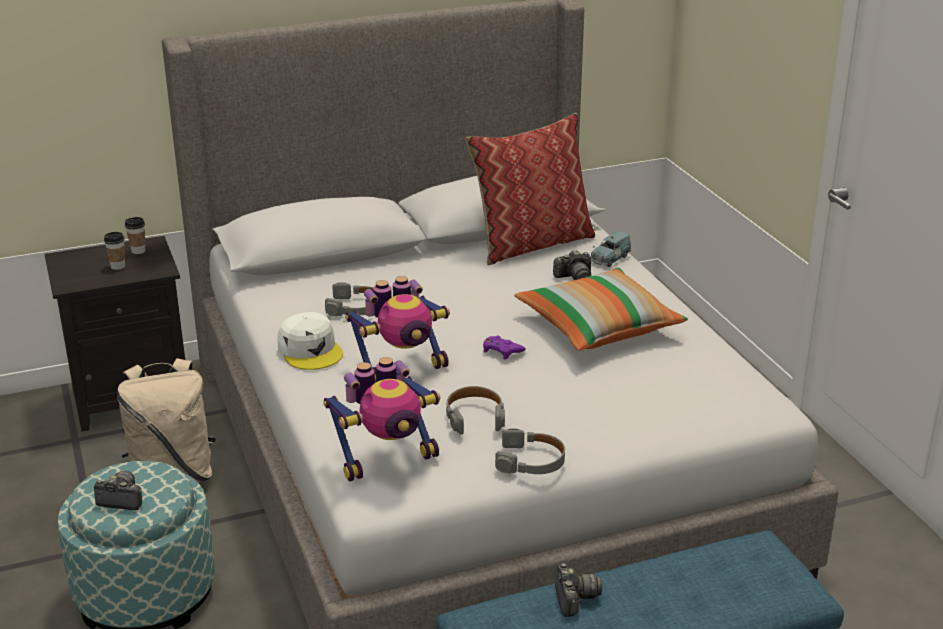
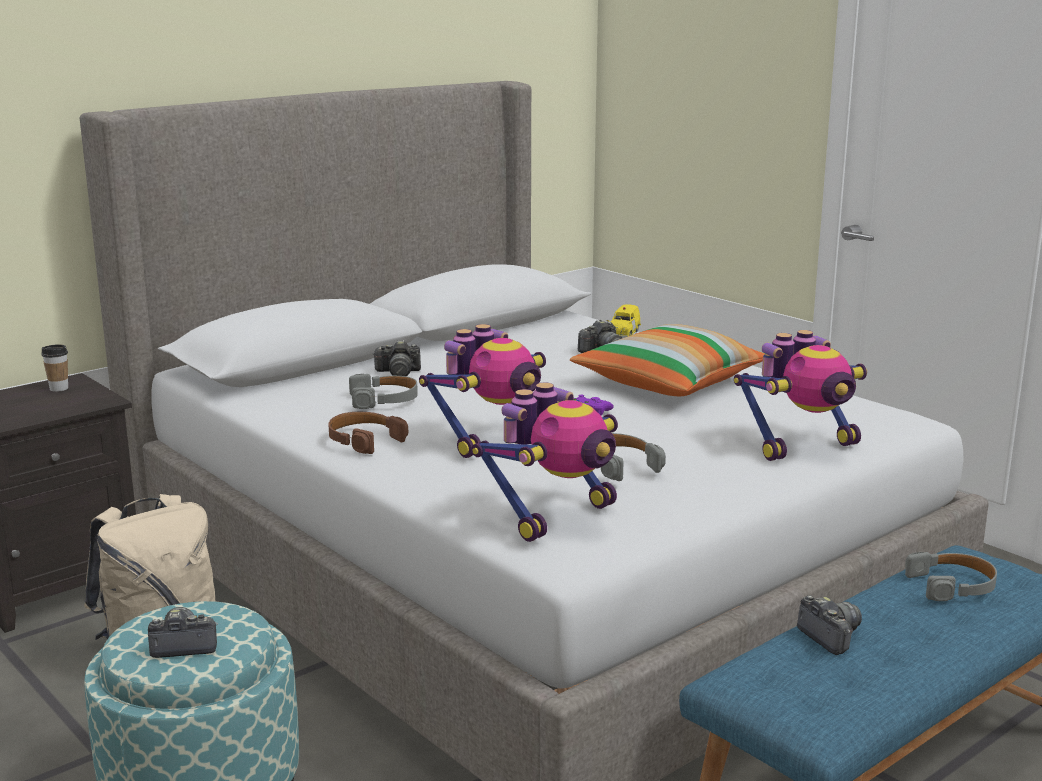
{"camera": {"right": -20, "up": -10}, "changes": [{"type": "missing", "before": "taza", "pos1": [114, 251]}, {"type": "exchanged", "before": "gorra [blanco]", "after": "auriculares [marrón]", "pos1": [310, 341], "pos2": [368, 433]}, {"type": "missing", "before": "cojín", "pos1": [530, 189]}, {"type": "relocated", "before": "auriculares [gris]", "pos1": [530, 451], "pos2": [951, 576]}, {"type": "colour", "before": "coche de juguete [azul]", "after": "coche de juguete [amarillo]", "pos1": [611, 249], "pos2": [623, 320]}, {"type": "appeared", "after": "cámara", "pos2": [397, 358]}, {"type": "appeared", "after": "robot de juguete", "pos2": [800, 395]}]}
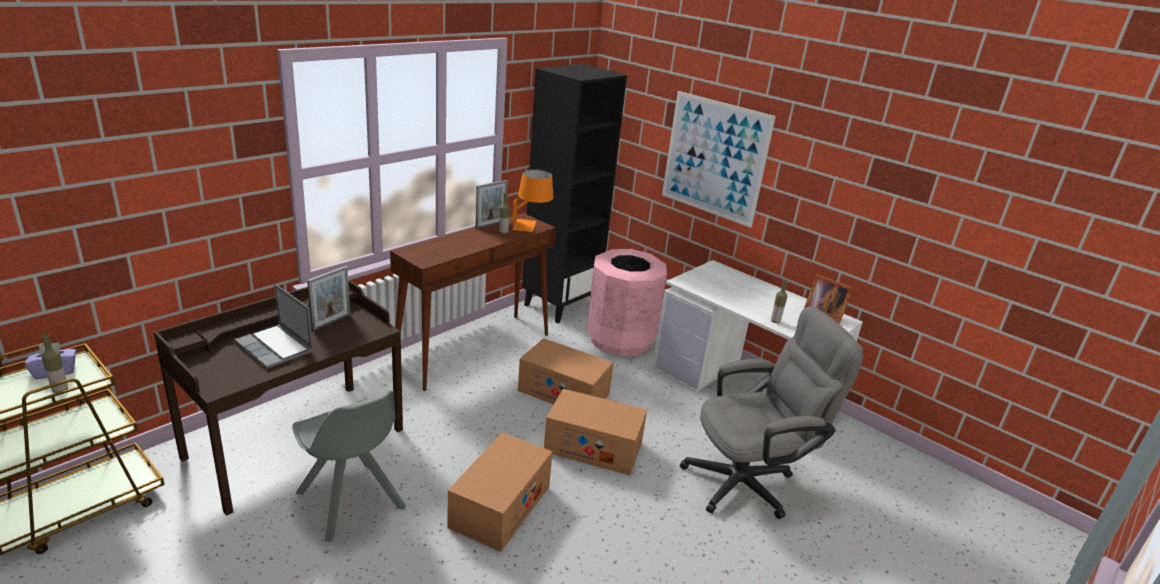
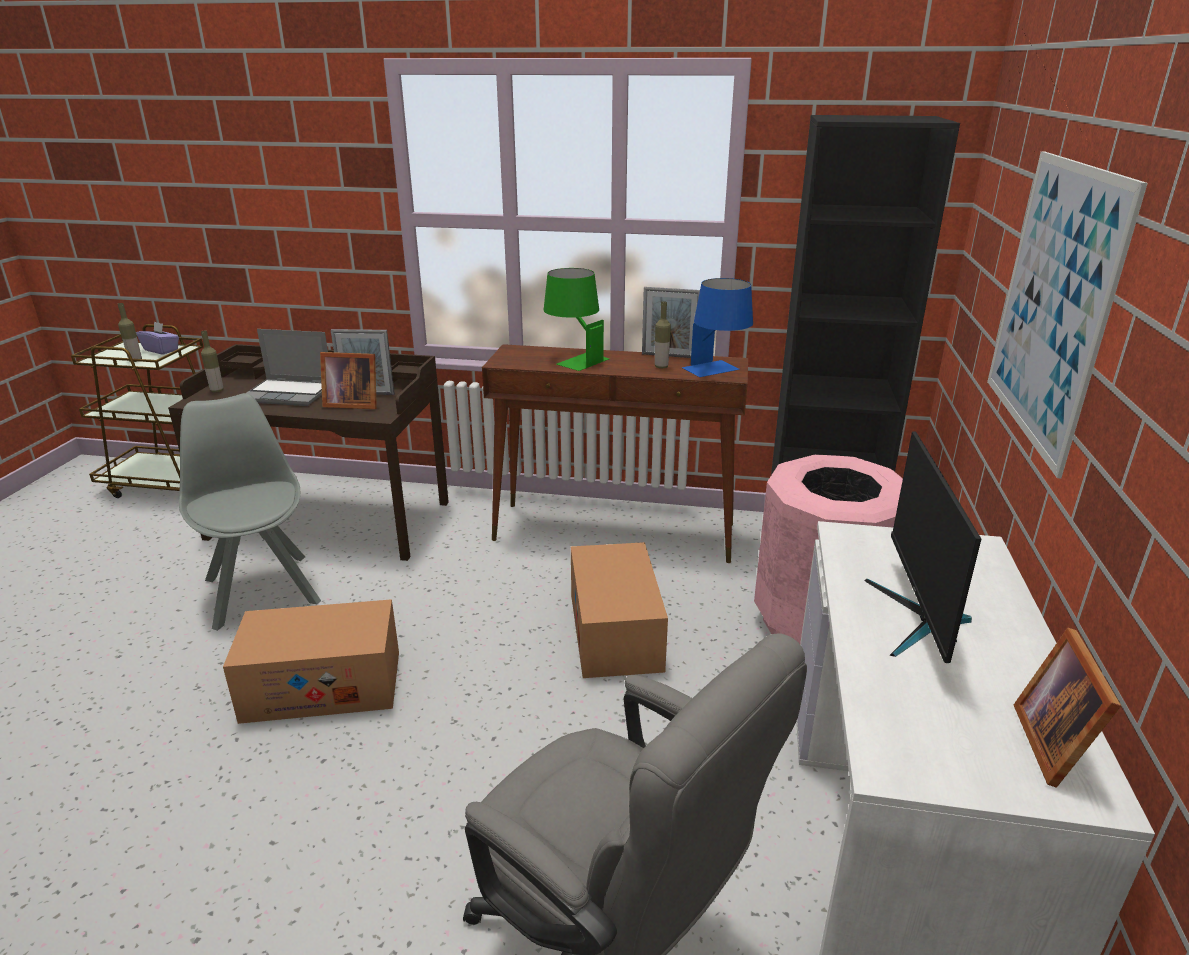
{"camera": {"right": 60, "up": 0}, "changes": [{"type": "spun", "before": "portátil", "pos1": [274, 326], "pos2": [287, 367], "turn": -90}, {"type": "spun", "before": "silla [gris]", "pos1": [349, 466], "pos2": [250, 512], "turn": 135}, {"type": "colour", "before": "lámpara de mesa [naranja]", "after": "lámpara de mesa [azul]", "pos1": [533, 201], "pos2": [717, 327]}, {"type": "missing", "before": "caja de cartón", "pos1": [595, 432]}, {"type": "relocated", "before": "botella", "pos1": [779, 301], "pos2": [212, 361]}, {"type": "appeared", "after": "portarretratos", "pos2": [348, 380]}, {"type": "appeared", "after": "lámpara de mesa [verde]", "pos2": [577, 319]}, {"type": "appeared", "after": "monitor", "pos2": [923, 547]}]}
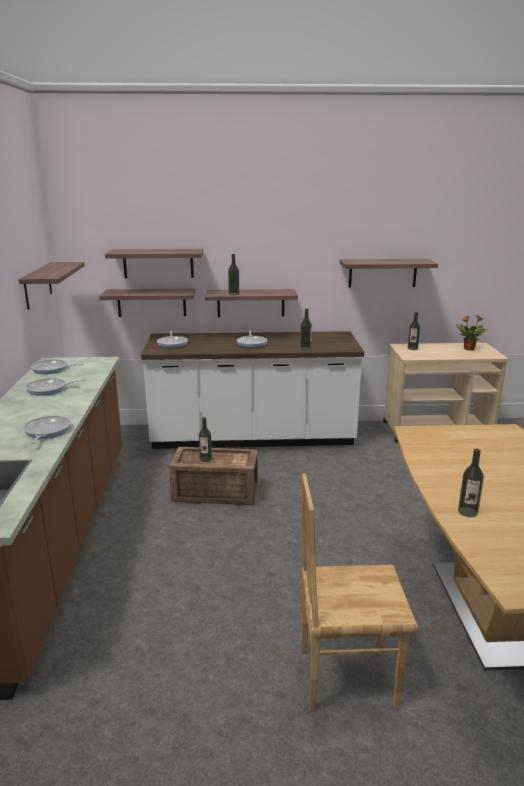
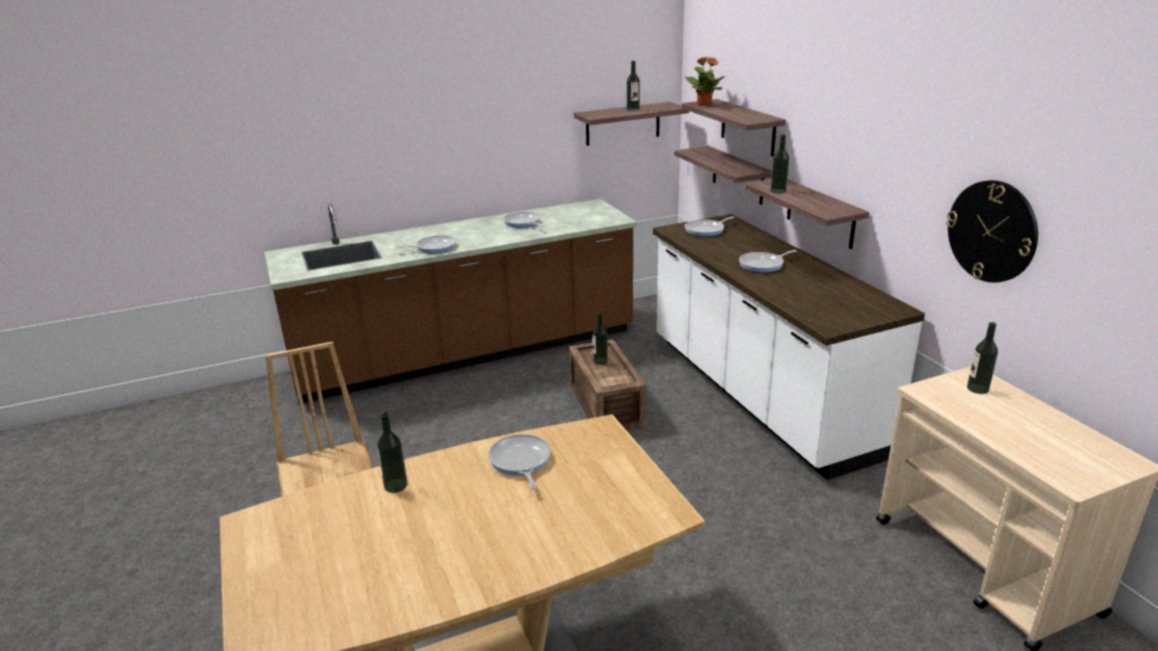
{"camera": {"right": 70, "up": 5}, "changes": [{"type": "relocated", "before": "sartén", "pos1": [57, 366], "pos2": [519, 461]}, {"type": "relocated", "before": "botella", "pos1": [306, 329], "pos2": [633, 86]}, {"type": "exchanged", "before": "estante", "after": "reloj de pared", "pos1": [388, 273], "pos2": [992, 231]}, {"type": "relocated", "before": "planta en maceta", "pos1": [472, 332], "pos2": [705, 81]}]}
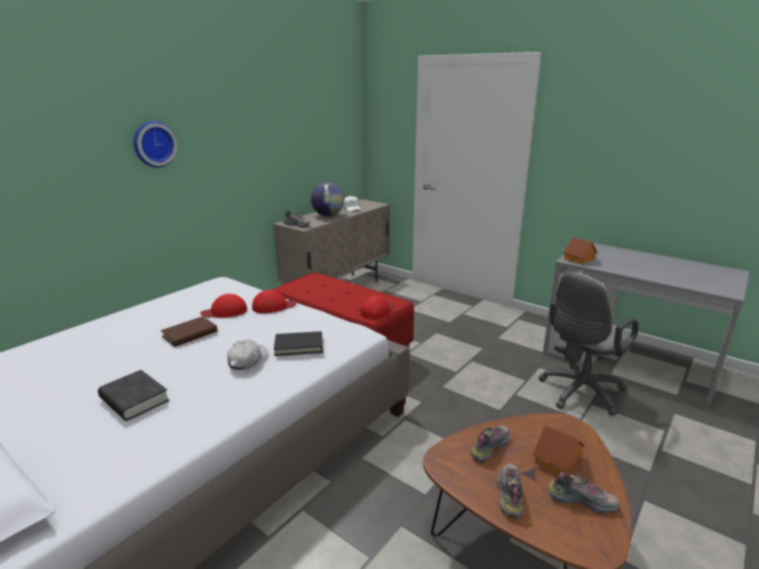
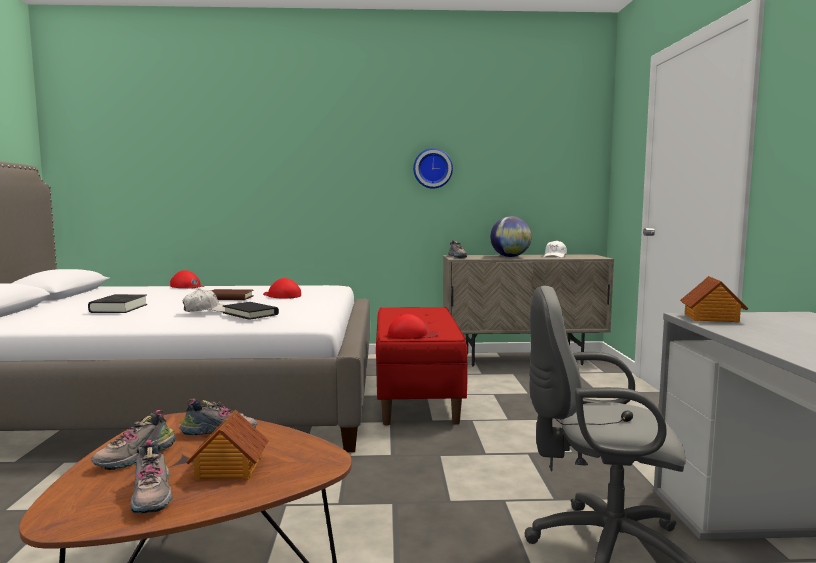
{"camera": {"right": 50, "up": -15}, "changes": [{"type": "relocated", "before": "reloj de pared", "pos1": [155, 144], "pos2": [433, 168]}, {"type": "relocated", "before": "gorra [rojo]", "pos1": [274, 301], "pos2": [187, 279]}, {"type": "spun", "before": "zapato", "pos1": [510, 490], "pos2": [133, 440], "turn": 150}]}
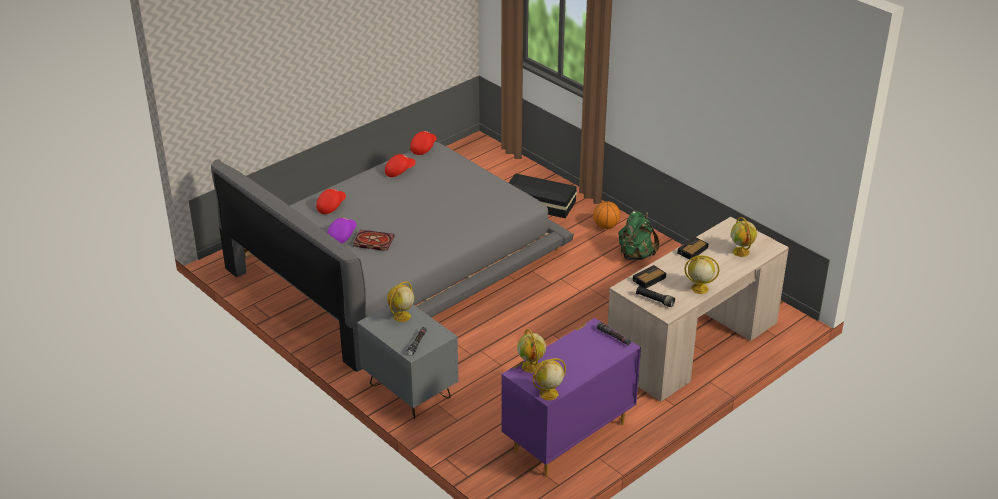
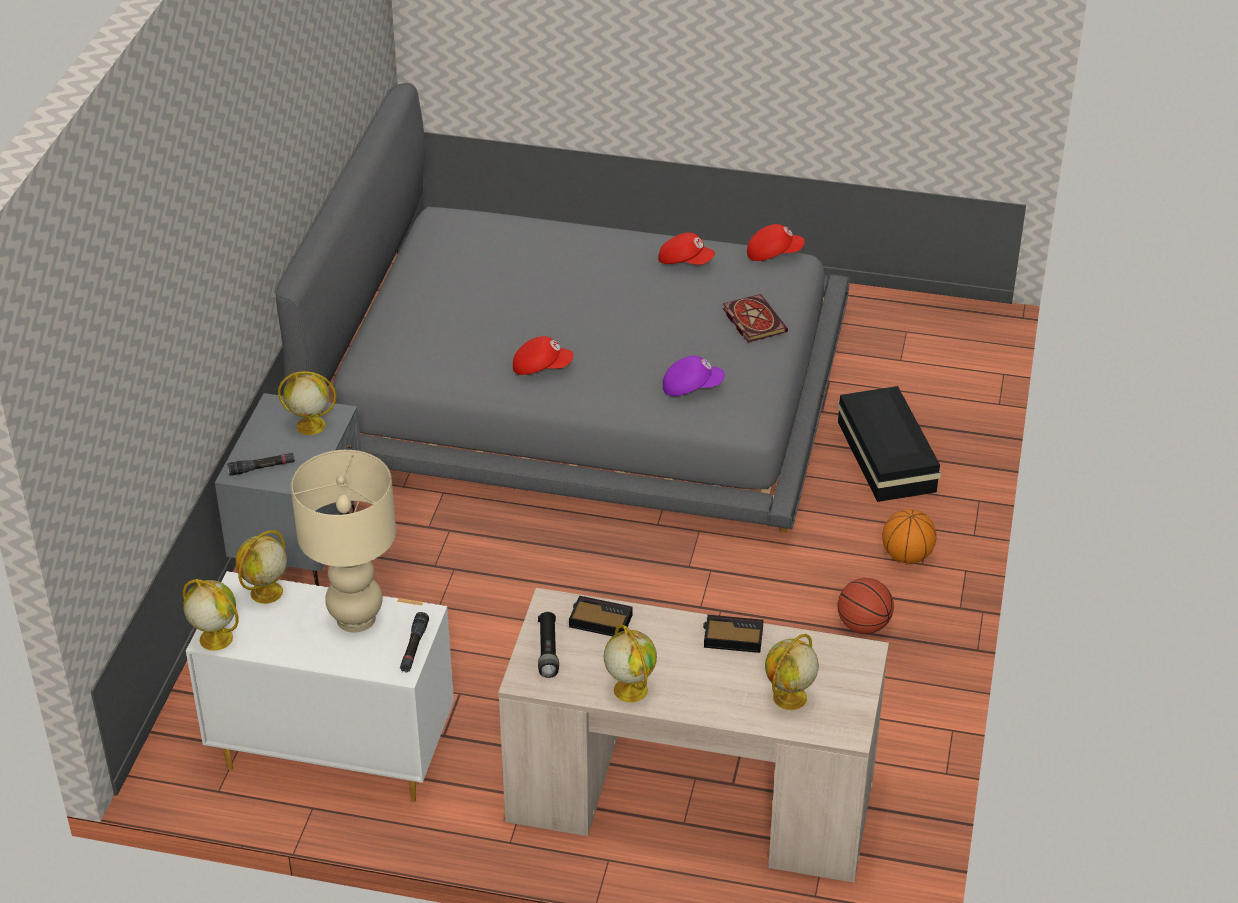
{"camera": {"right": 55, "up": 5}, "changes": [{"type": "relocated", "before": "gorra [rojo]", "pos1": [331, 201], "pos2": [543, 355]}, {"type": "relocated", "before": "gorra [morado]", "pos1": [342, 230], "pos2": [694, 376]}, {"type": "relocated", "before": "libro", "pos1": [374, 240], "pos2": [755, 318]}, {"type": "colour", "before": "cómoda [morado]", "after": "cómoda [blanco]", "pos1": [571, 397], "pos2": [320, 686]}, {"type": "exchanged", "before": "mochila [verde]", "after": "balón de baloncesto", "pos1": [639, 235], "pos2": [865, 606]}, {"type": "appeared", "after": "lámpara de mesa [beis]", "pos2": [343, 541]}]}
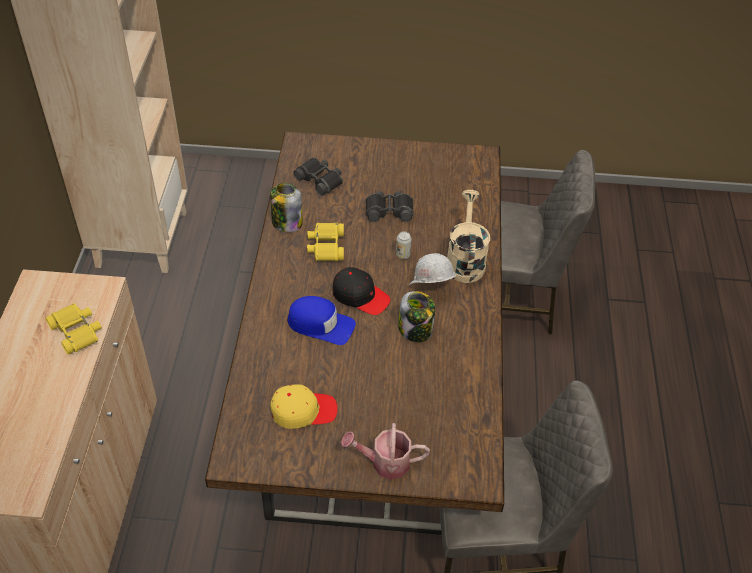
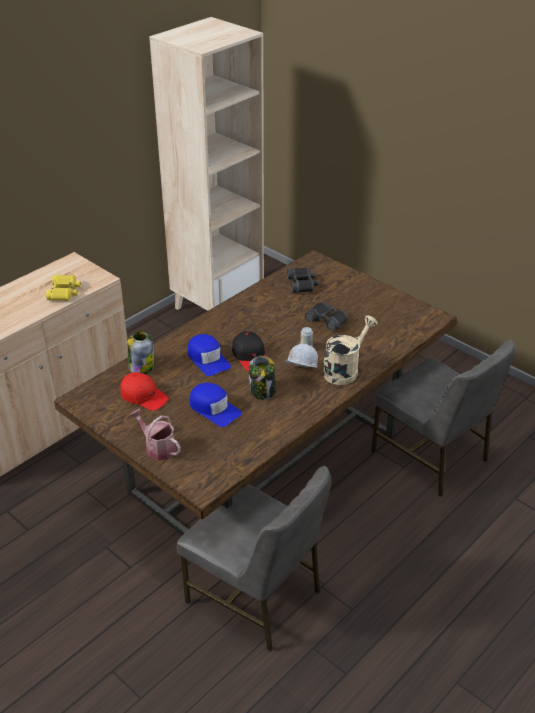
{"camera": {"right": 40, "up": -10}, "changes": [{"type": "relocated", "before": "tarro", "pos1": [286, 207], "pos2": [141, 352]}, {"type": "colour", "before": "gorra [amarillo]", "after": "gorra [rojo]", "pos1": [304, 406], "pos2": [145, 391]}, {"type": "missing", "before": "prismáticos [amarillo]", "pos1": [325, 242]}, {"type": "appeared", "after": "gorra [azul]", "pos2": [216, 405]}]}
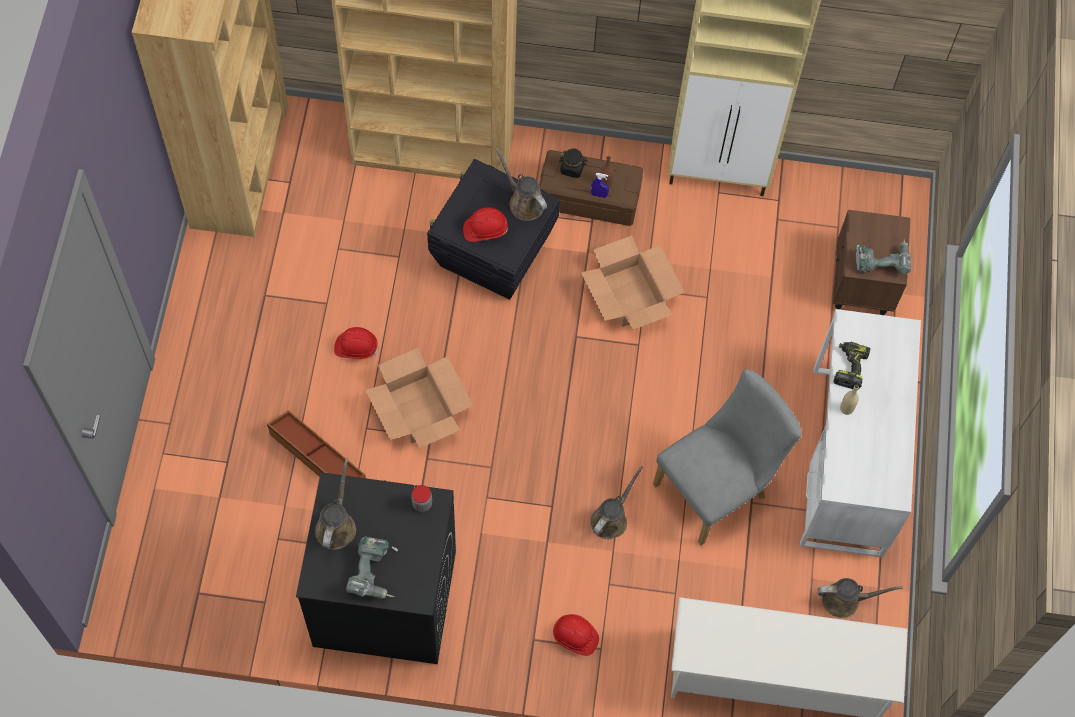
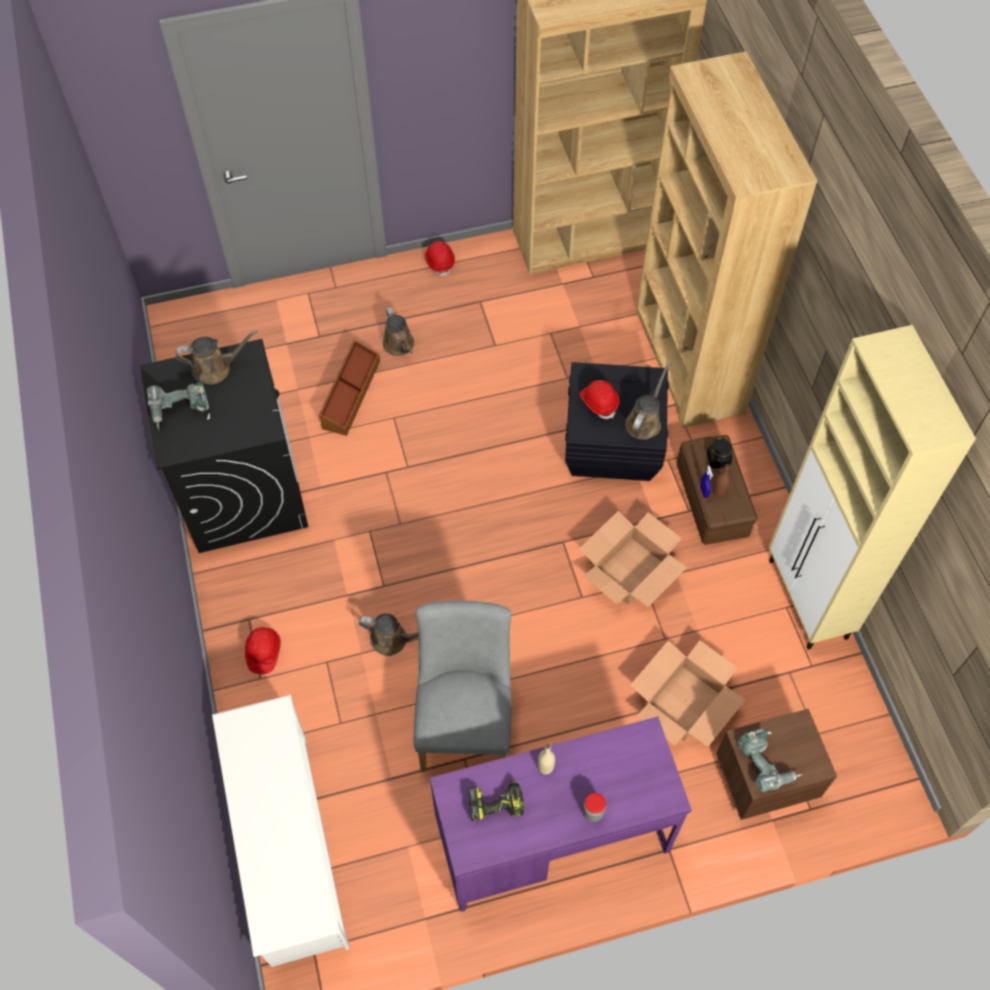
{"camera": {"right": 70, "up": -5}, "changes": [{"type": "relocated", "before": "casco [rojo]", "pos1": [356, 343], "pos2": [440, 259]}, {"type": "relocated", "before": "caja de cartón", "pos1": [419, 398], "pos2": [688, 693]}, {"type": "relocated", "before": "tarro", "pos1": [421, 498], "pos2": [594, 807]}, {"type": "spun", "before": "silla [gris]", "pos1": [727, 457], "pos2": [463, 686], "turn": -120}, {"type": "colour", "before": "escritorio [blanco]", "after": "escritorio [morado]", "pos1": [860, 433], "pos2": [561, 814]}, {"type": "relocated", "before": "regadera [marrón]", "pos1": [860, 598], "pos2": [398, 331]}, {"type": "relocated", "before": "taladro", "pos1": [851, 365], "pos2": [496, 800]}]}
